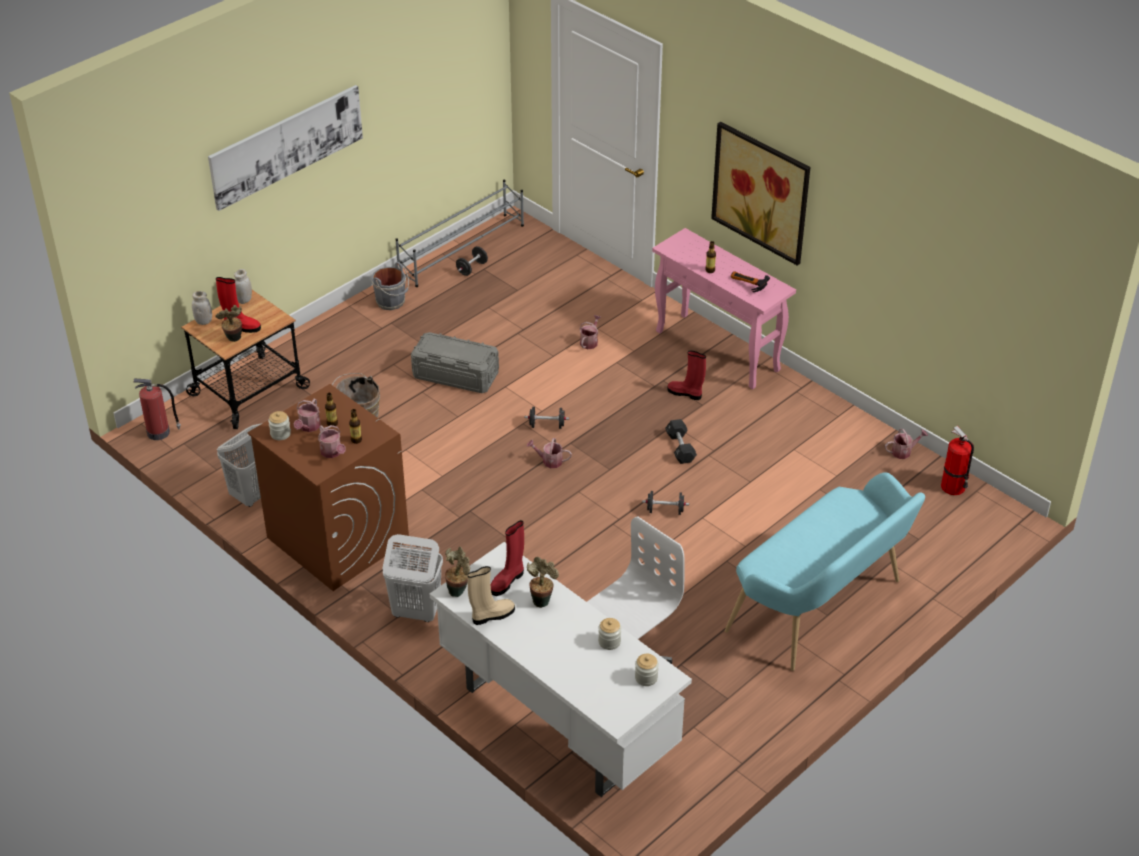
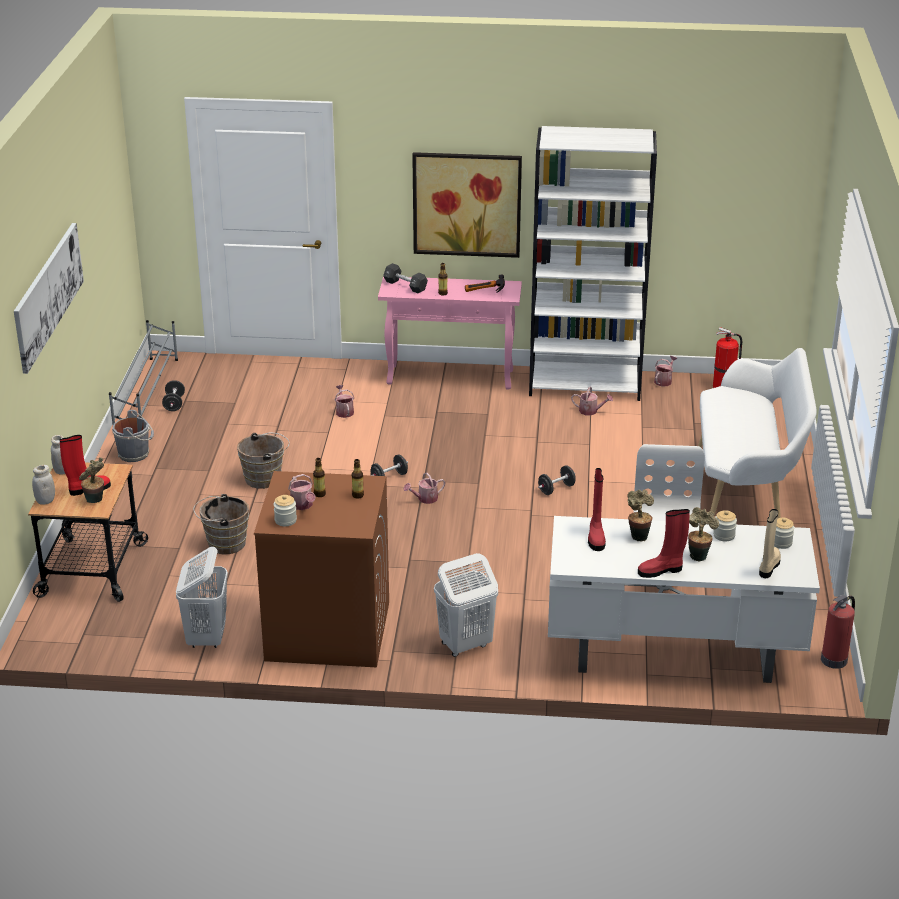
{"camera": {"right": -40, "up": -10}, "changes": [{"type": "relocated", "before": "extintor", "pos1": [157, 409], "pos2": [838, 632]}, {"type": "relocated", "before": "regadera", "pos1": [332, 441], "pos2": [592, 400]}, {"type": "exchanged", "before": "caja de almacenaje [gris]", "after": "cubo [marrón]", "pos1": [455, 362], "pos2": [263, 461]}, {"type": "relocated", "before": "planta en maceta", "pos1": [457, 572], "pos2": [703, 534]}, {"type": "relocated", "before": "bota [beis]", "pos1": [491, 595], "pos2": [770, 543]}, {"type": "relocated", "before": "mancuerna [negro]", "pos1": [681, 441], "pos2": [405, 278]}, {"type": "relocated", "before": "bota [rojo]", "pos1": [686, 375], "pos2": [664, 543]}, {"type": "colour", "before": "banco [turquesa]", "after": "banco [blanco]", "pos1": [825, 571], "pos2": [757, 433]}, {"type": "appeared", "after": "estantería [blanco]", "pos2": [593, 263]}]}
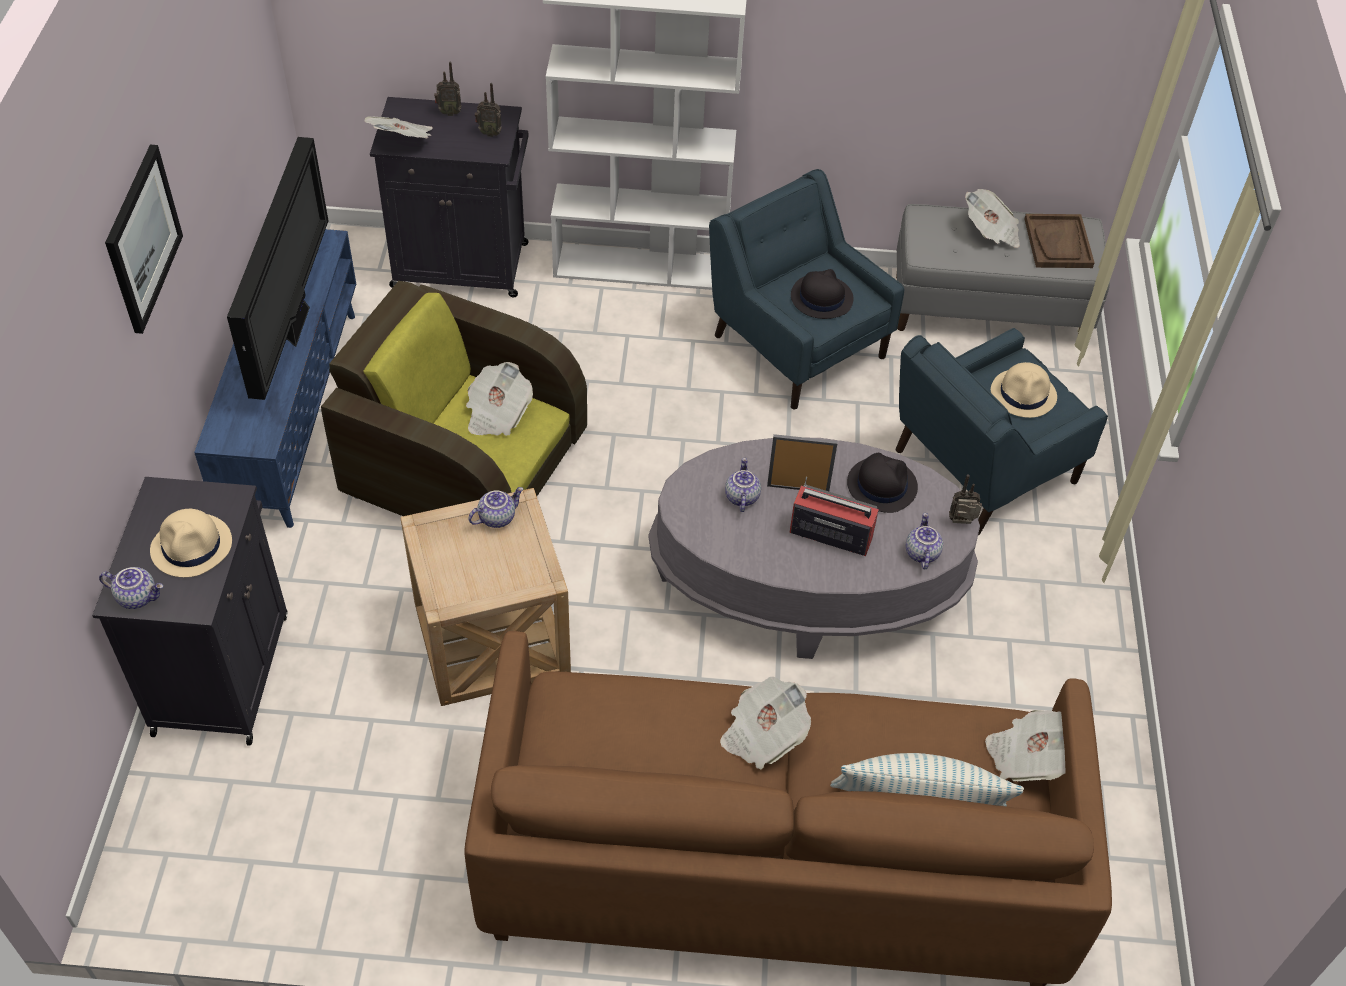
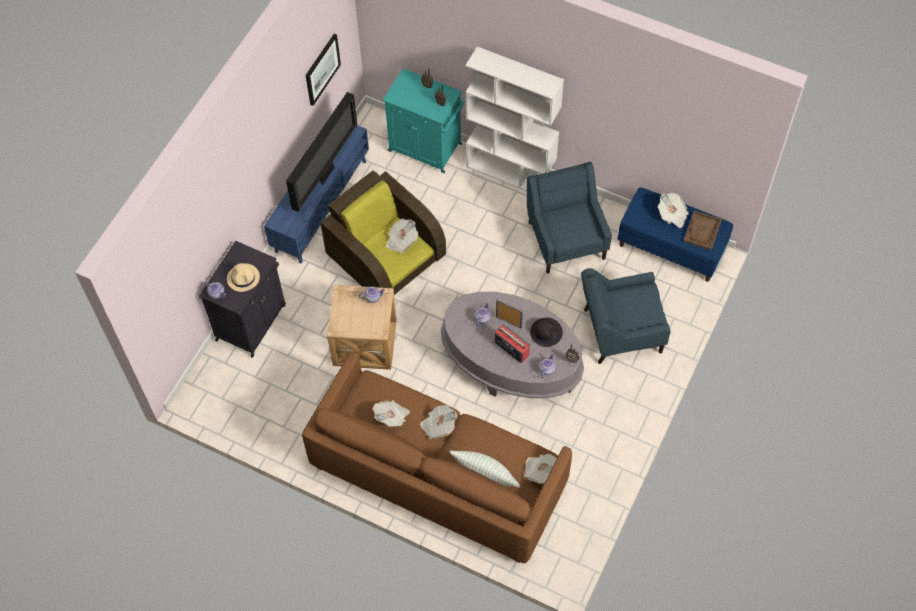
{"camera": {"right": 25, "up": 10}, "changes": [{"type": "relocated", "before": "cuadro", "pos1": [144, 239], "pos2": [323, 69]}, {"type": "relocated", "before": "periódico", "pos1": [399, 127], "pos2": [391, 413]}, {"type": "colour", "before": "armario [negro]", "after": "armario [turquesa]", "pos1": [449, 197], "pos2": [423, 121]}, {"type": "missing", "before": "sombrero [negro]", "pos1": [822, 294]}, {"type": "colour", "before": "banco [gris]", "after": "banco [azul]", "pos1": [1003, 268], "pos2": [675, 234]}, {"type": "missing", "before": "sombrero [beis]", "pos1": [1024, 390]}]}
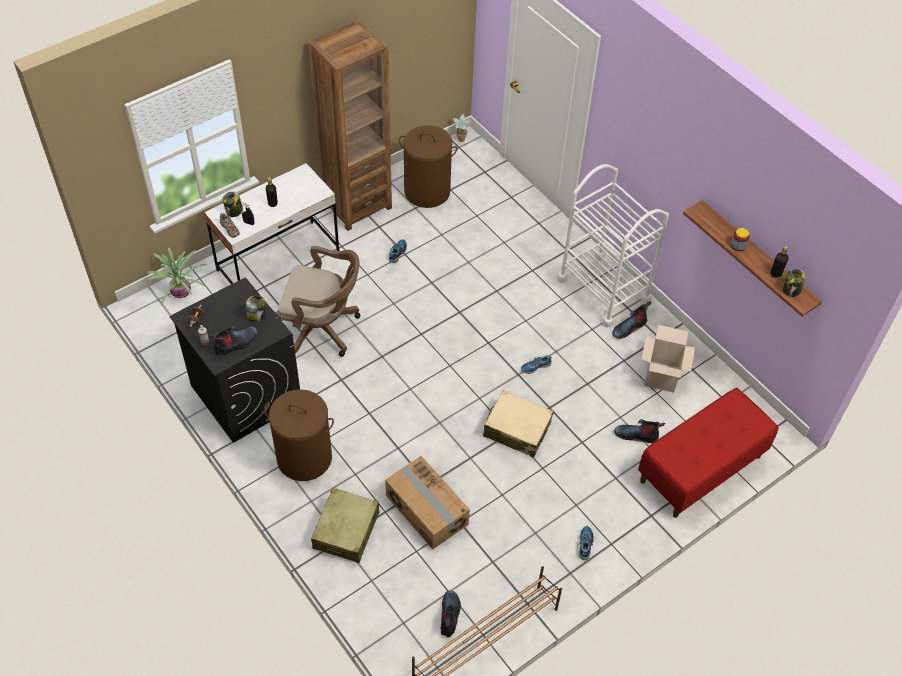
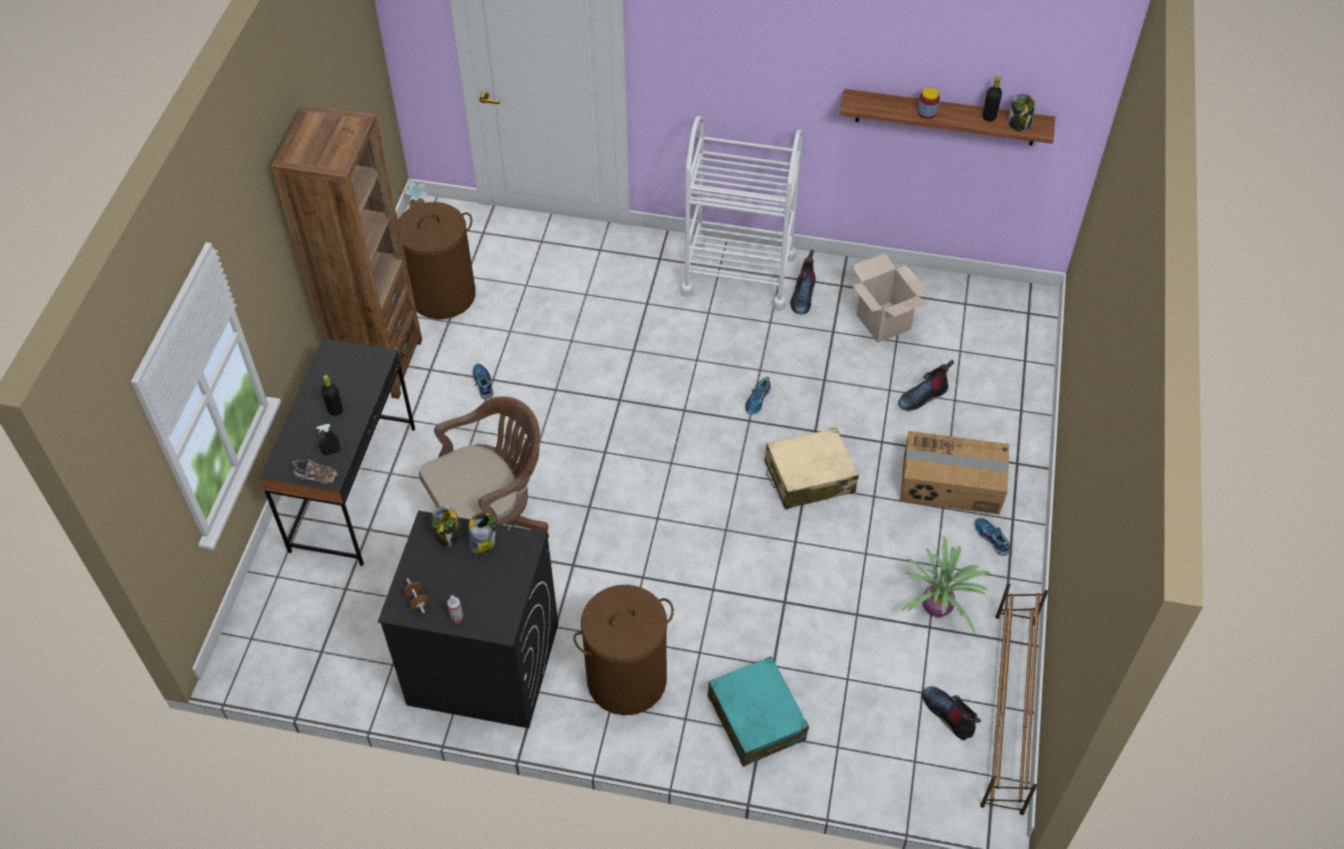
{"camera": {"right": -40, "up": 0}, "changes": [{"type": "relocated", "before": "planta en maceta", "pos1": [177, 276], "pos2": [946, 585]}, {"type": "colour", "before": "escritorio [blanco]", "after": "escritorio [negro]", "pos1": [271, 223], "pos2": [337, 452]}, {"type": "missing", "before": "bota", "pos1": [233, 340]}, {"type": "relocated", "before": "tarro", "pos1": [233, 204], "pos2": [446, 526]}, {"type": "colour", "before": "maleta [beis]", "after": "maleta [turquesa]", "pos1": [345, 525], "pos2": [758, 711]}, {"type": "relocated", "before": "caja de cartón", "pos1": [427, 502], "pos2": [954, 473]}, {"type": "missing", "before": "banco [rojo]", "pos1": [708, 453]}]}
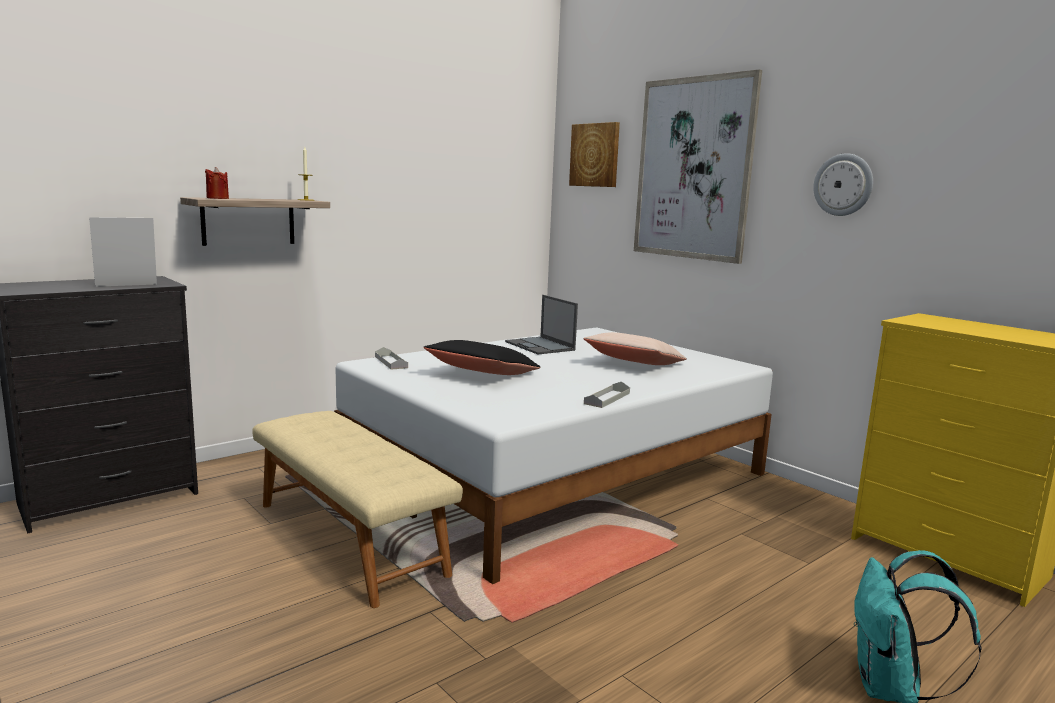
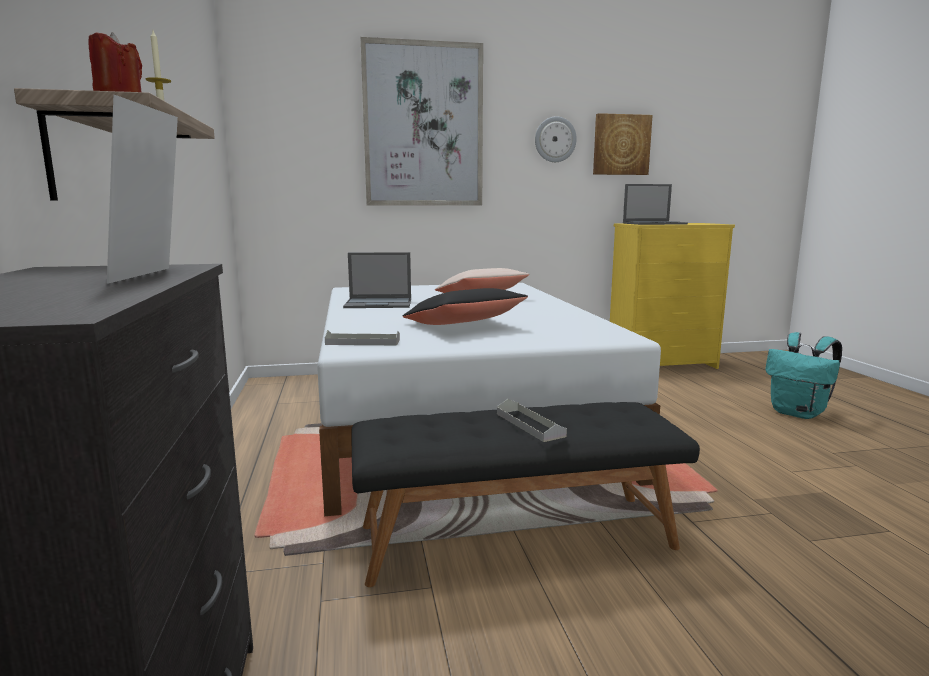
{"camera": {"right": -60, "up": 0}, "changes": [{"type": "colour", "before": "banco [beis]", "after": "banco [negro]", "pos1": [357, 509], "pos2": [526, 494]}, {"type": "relocated", "before": "cuadro", "pos1": [594, 154], "pos2": [623, 144]}, {"type": "relocated", "before": "bandeja [gris]", "pos1": [607, 395], "pos2": [532, 420]}, {"type": "appeared", "after": "portátil", "pos2": [655, 204]}]}
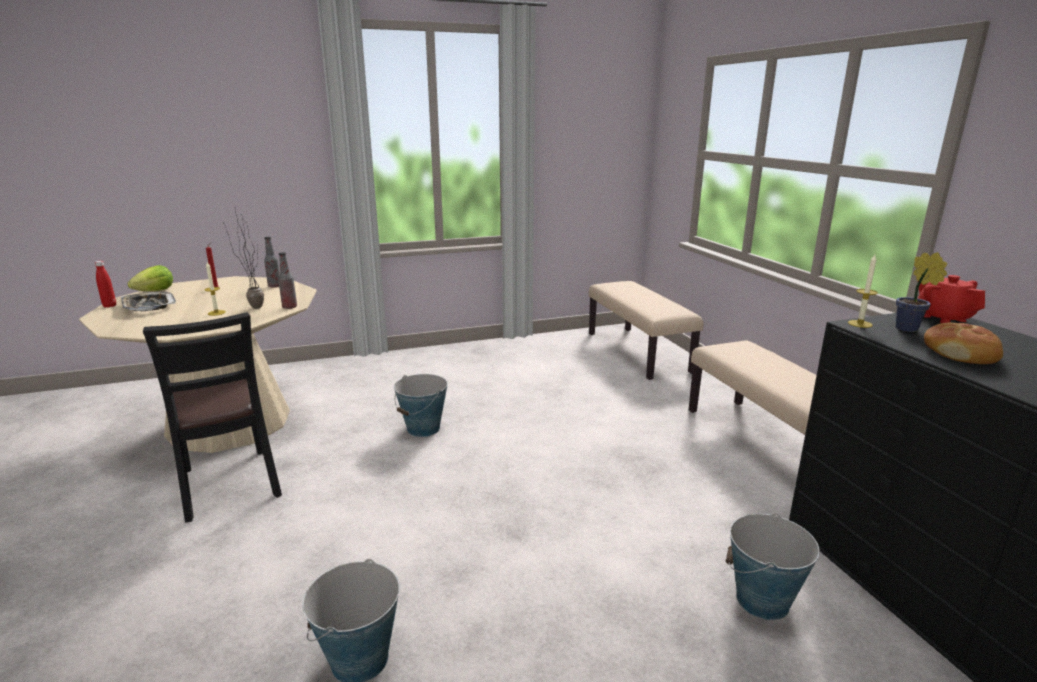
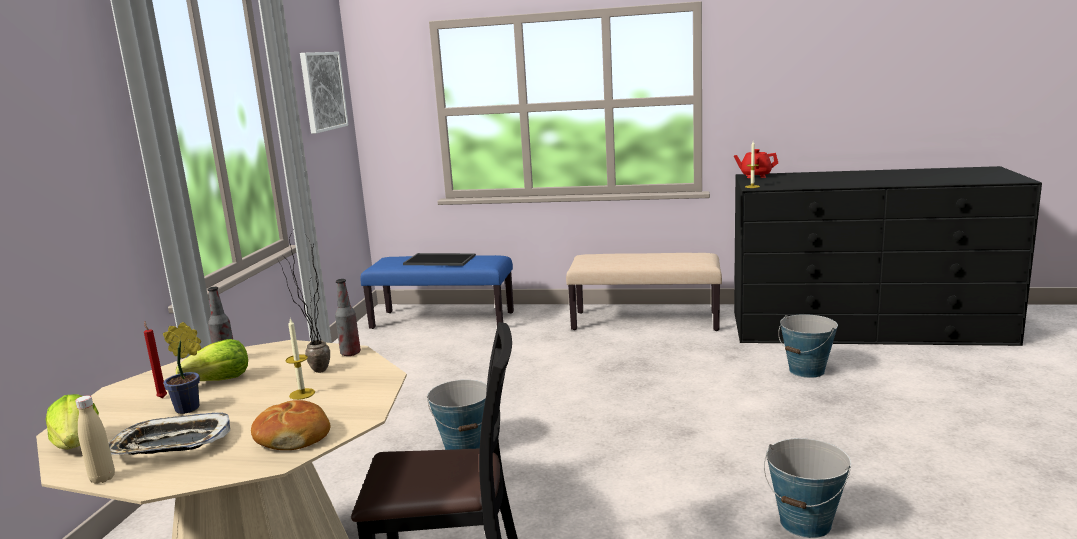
{"camera": {"right": -60, "up": -5}, "changes": [{"type": "colour", "before": "botella [rojo]", "after": "botella [beis]", "pos1": [105, 284], "pos2": [95, 440]}, {"type": "colour", "before": "banco [beis]", "after": "banco [azul]", "pos1": [646, 330], "pos2": [437, 292]}, {"type": "relocated", "before": "planta en maceta", "pos1": [921, 292], "pos2": [182, 368]}, {"type": "relocated", "before": "pan", "pos1": [963, 343], "pos2": [290, 425]}, {"type": "appeared", "after": "lechuga", "pos2": [212, 360]}, {"type": "appeared", "after": "cuadro", "pos2": [324, 93]}, {"type": "appeared", "after": "bandeja", "pos2": [439, 259]}]}
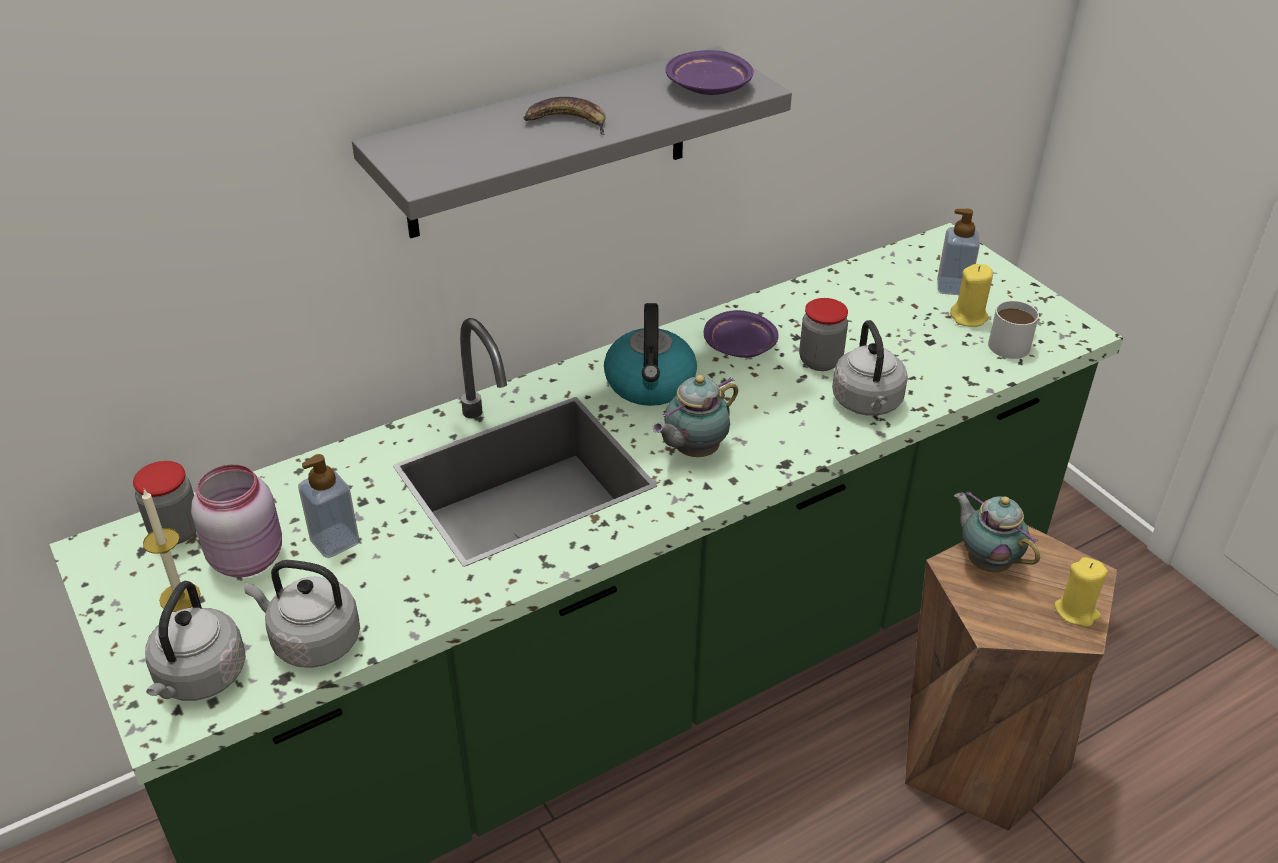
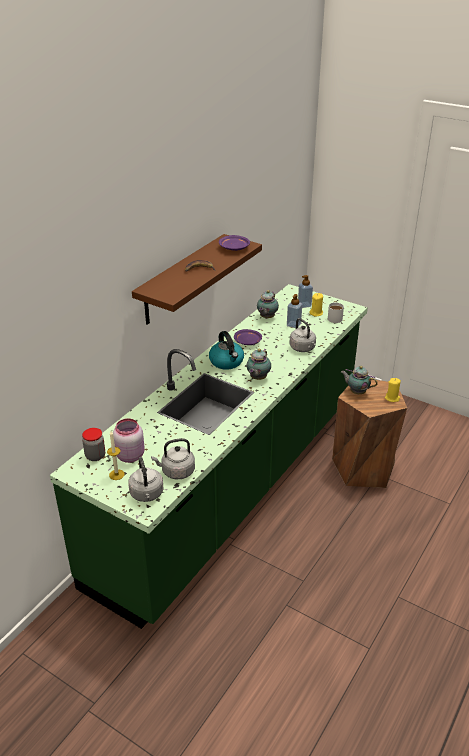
{"camera": {"right": -25, "up": -5}, "changes": [{"type": "relocated", "before": "dispensador de jabón", "pos1": [329, 506], "pos2": [294, 311]}, {"type": "colour", "before": "estante [gris]", "after": "estante [marrón]", "pos1": [572, 142], "pos2": [197, 279]}, {"type": "missing", "before": "tarro", "pos1": [823, 334]}, {"type": "appeared", "after": "tetera", "pos2": [268, 304]}]}
